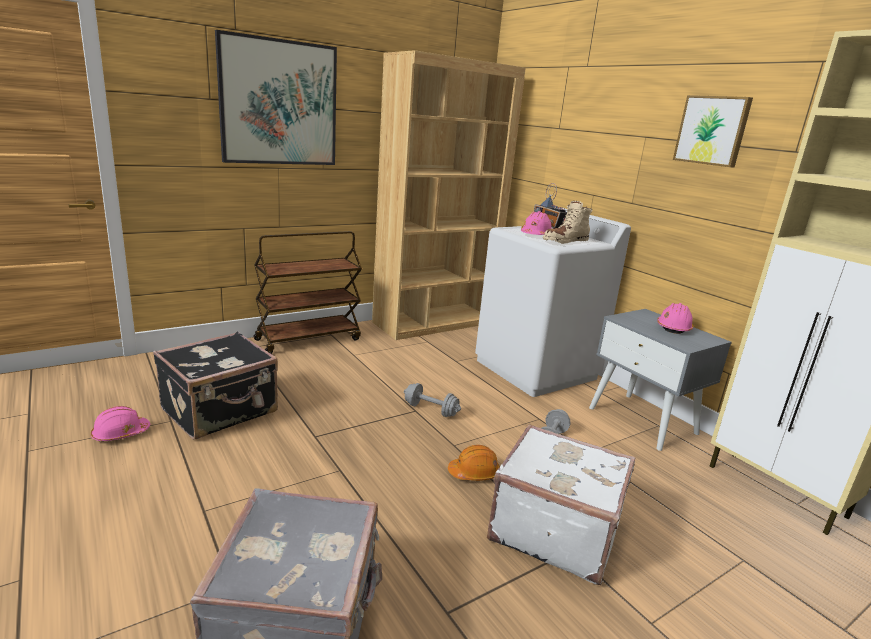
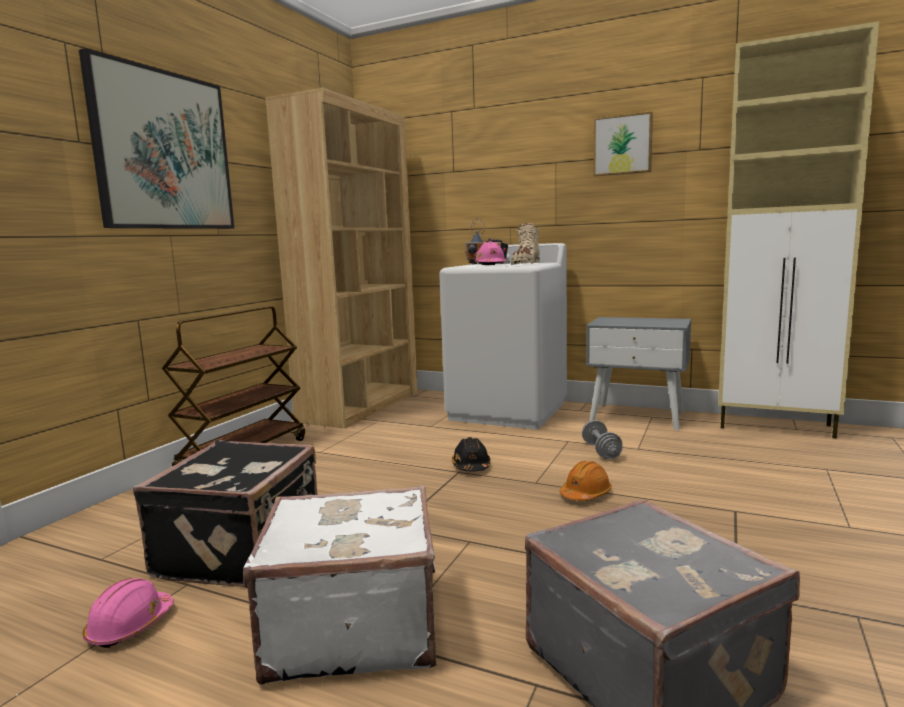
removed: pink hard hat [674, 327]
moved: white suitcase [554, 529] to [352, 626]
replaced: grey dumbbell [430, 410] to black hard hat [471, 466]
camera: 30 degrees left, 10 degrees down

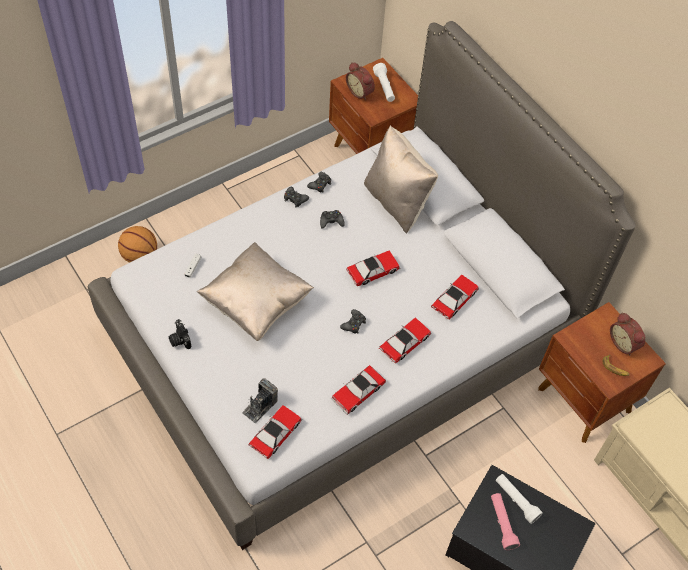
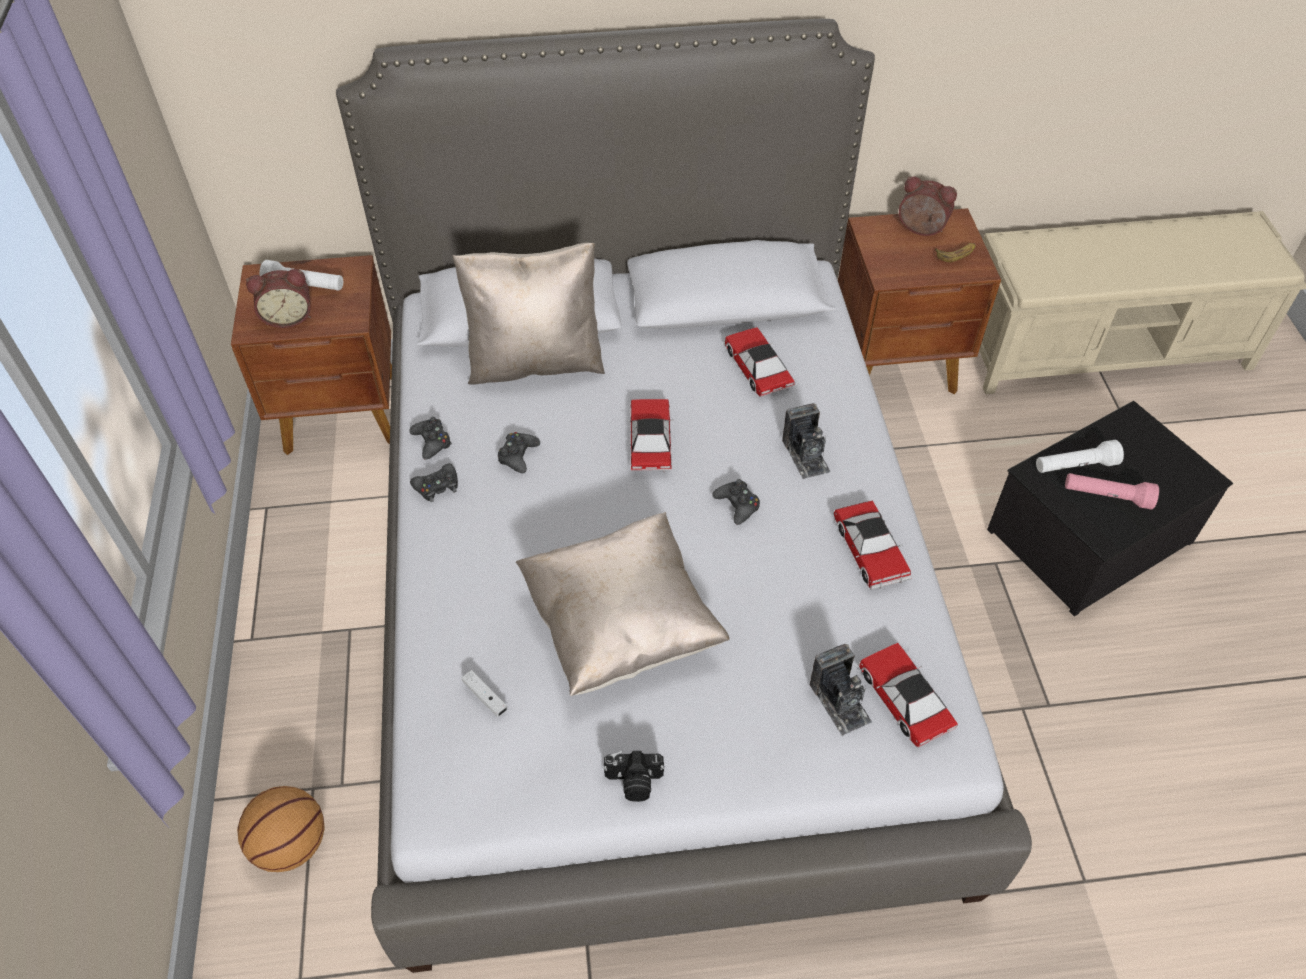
replaced: toy car [405, 343] to photo camera [805, 455]
turned: alarm clock [624, 343] = [920, 230] 150 degrees counterclockwise
camera: 60 degrees left, 5 degrees down

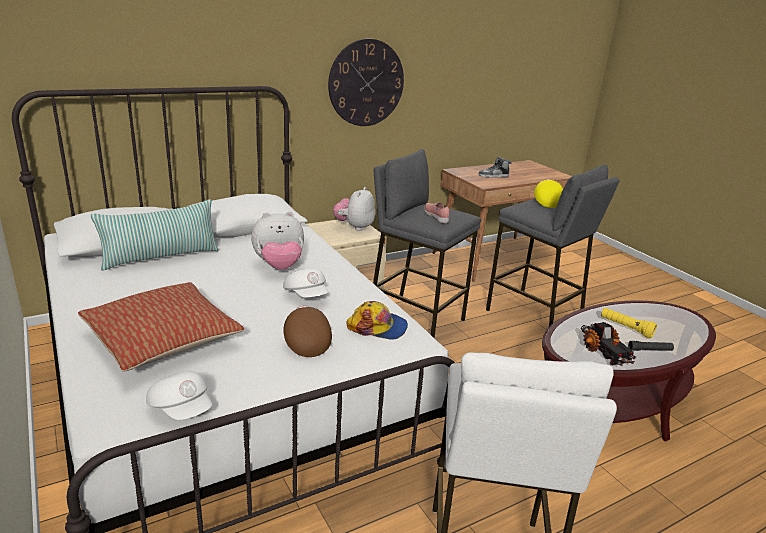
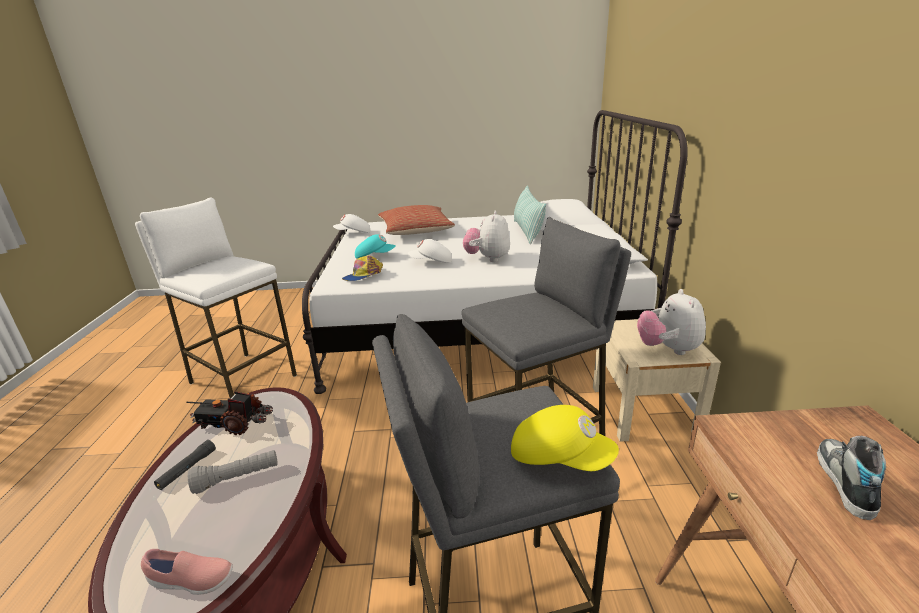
removed: wall clock [366, 83]
moved: pink shoe [436, 217] to [191, 581]
recoloured: brown cap [305, 341] to turquoise cap [375, 256]; yellow flashlight [625, 328] to grey flashlight [237, 478]
turned: plush toy [354, 227] = [668, 349] 135 degrees counterclockwise
camera: 120 degrees right, 0 degrees up

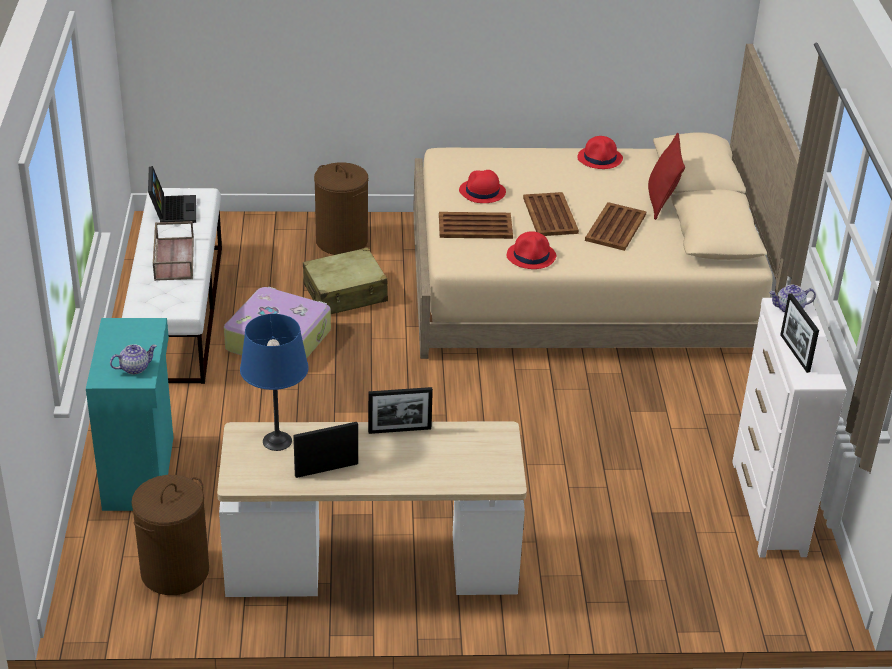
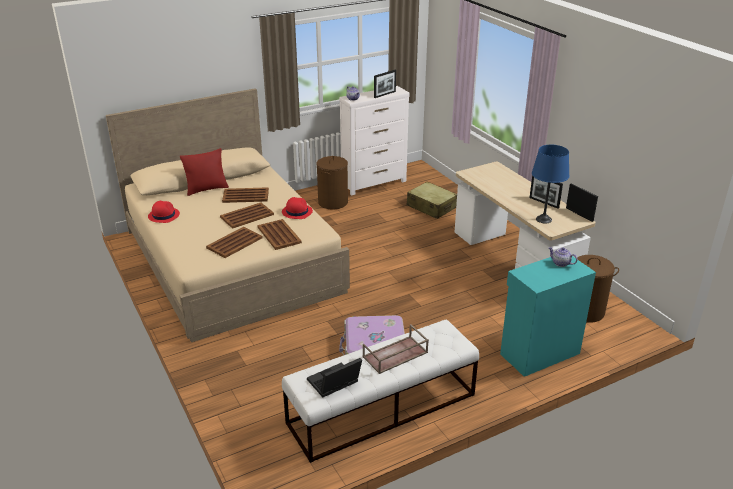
moved: beige suitcase [345, 293] to [431, 207]; brown laundry basket [342, 241] to [333, 202]; picture frame [399, 430] to [579, 214]
replaced: red hat [482, 192] to brown tray [235, 243]
camera: 115 degrees left, 5 degrees down

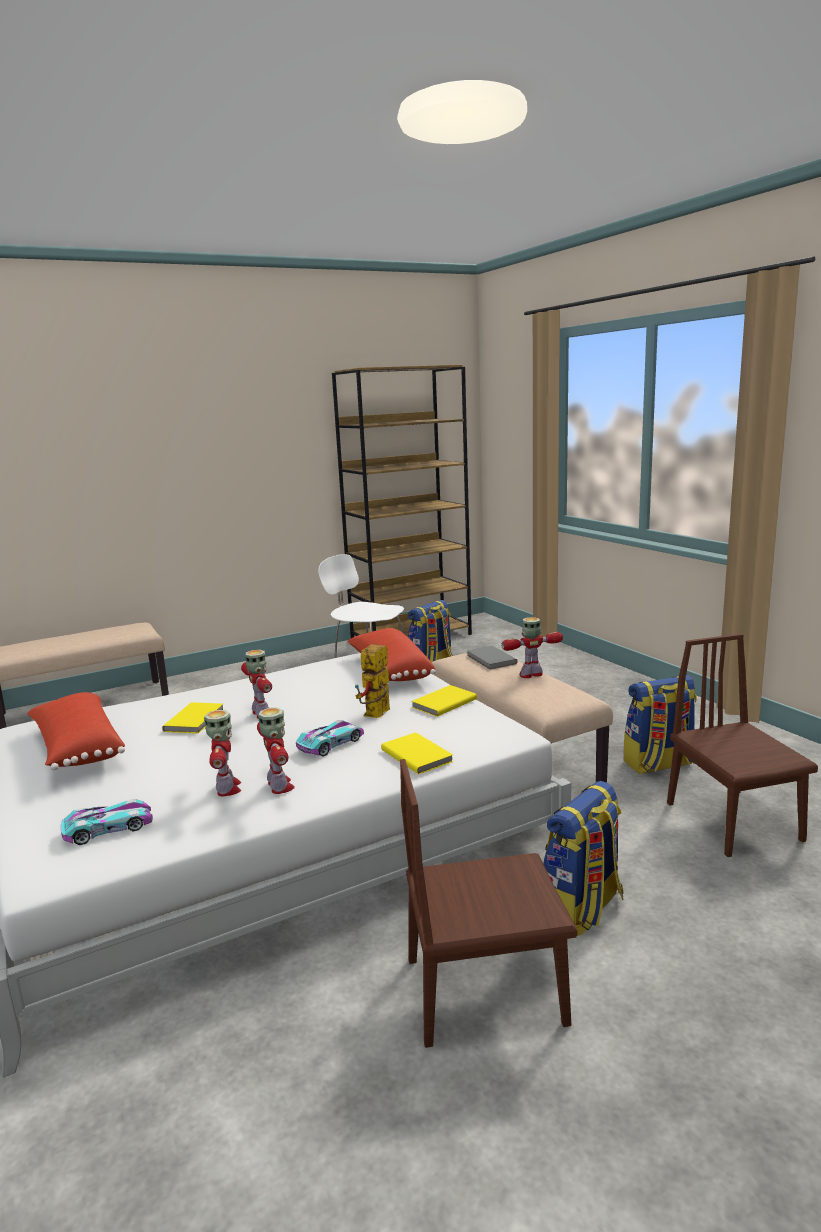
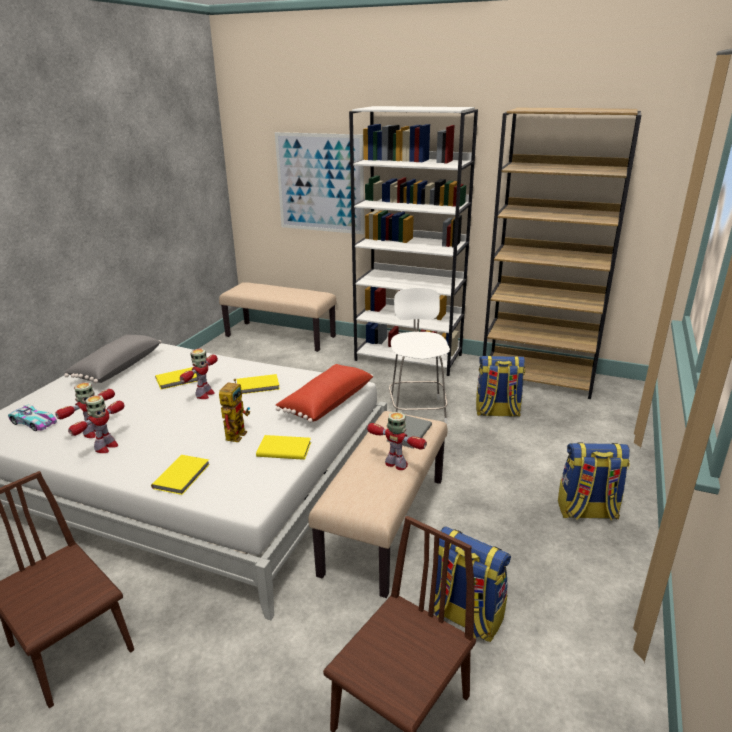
removed: toy car [331, 744]
added: yellow book [258, 386]; picture [320, 183]; white bookcase [409, 357]
moved: backpack [582, 908] to [587, 512]
recoloured: red pillow [77, 748] to grey pillow [116, 368]
turned: toy robot [376, 715] = [236, 433] 120 degrees clockwise
camera: 50 degrees right, 10 degrees up

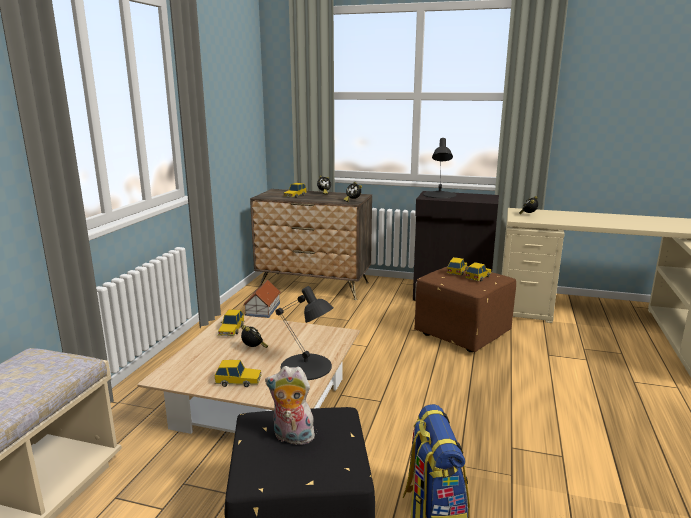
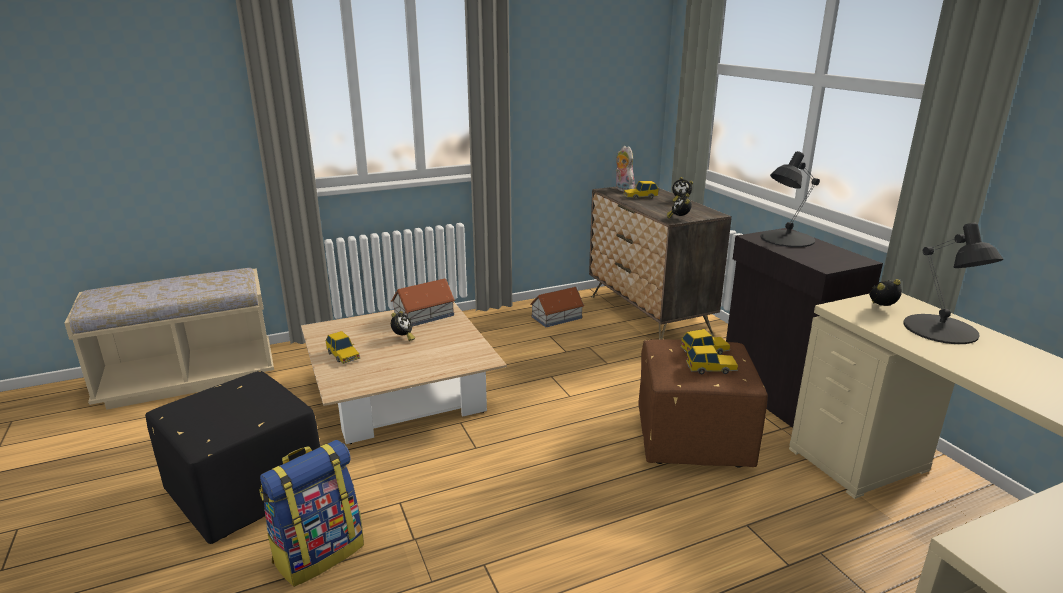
moved: plush toy [291, 438] to [622, 189]; black table lamp [306, 367] to [940, 329]
replaced: toy car [231, 330] to toy house [424, 315]
camera: 50 degrees right, 5 degrees up

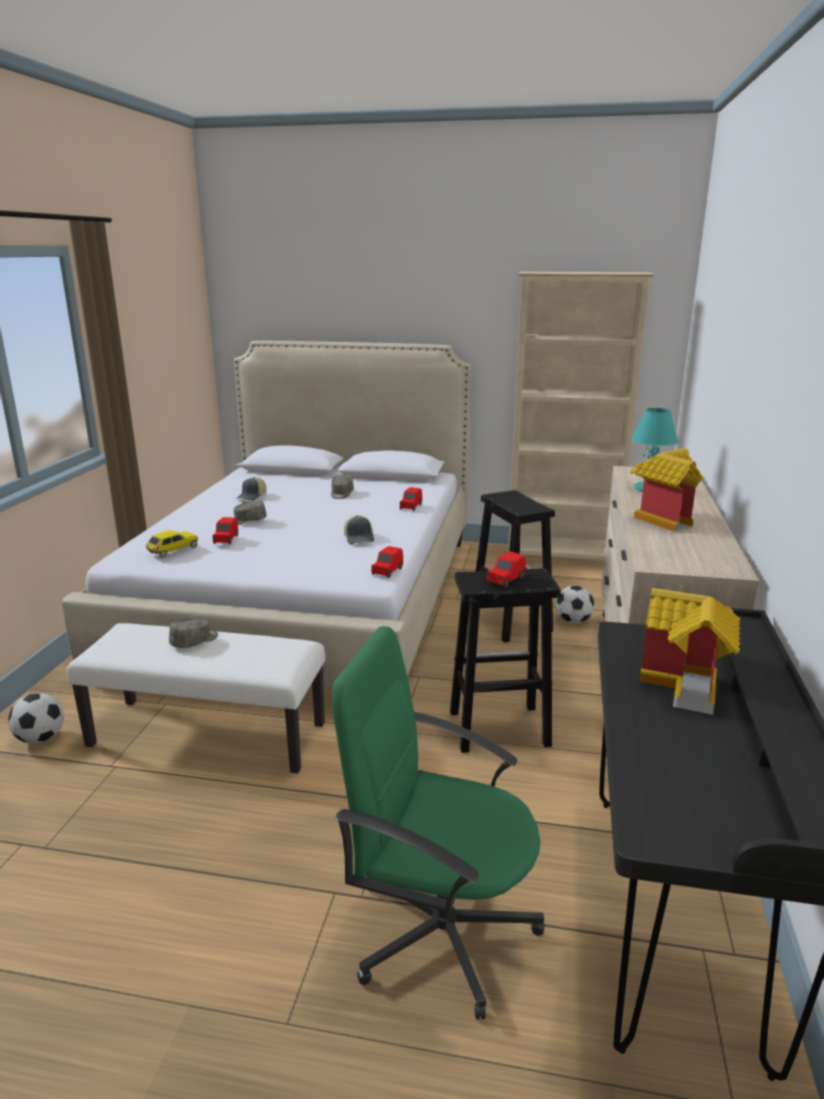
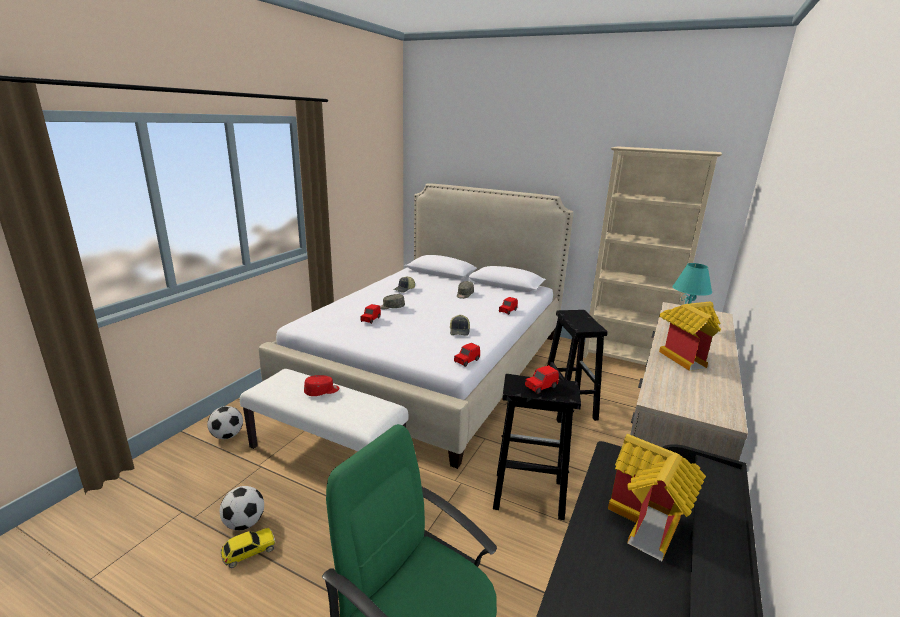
moved: toy car [173, 550] to [249, 552]; football [573, 621] to [244, 523]
recoloured: grey cap [195, 641] to red cap [322, 391]
camera: 15 degrees right, 0 degrees up

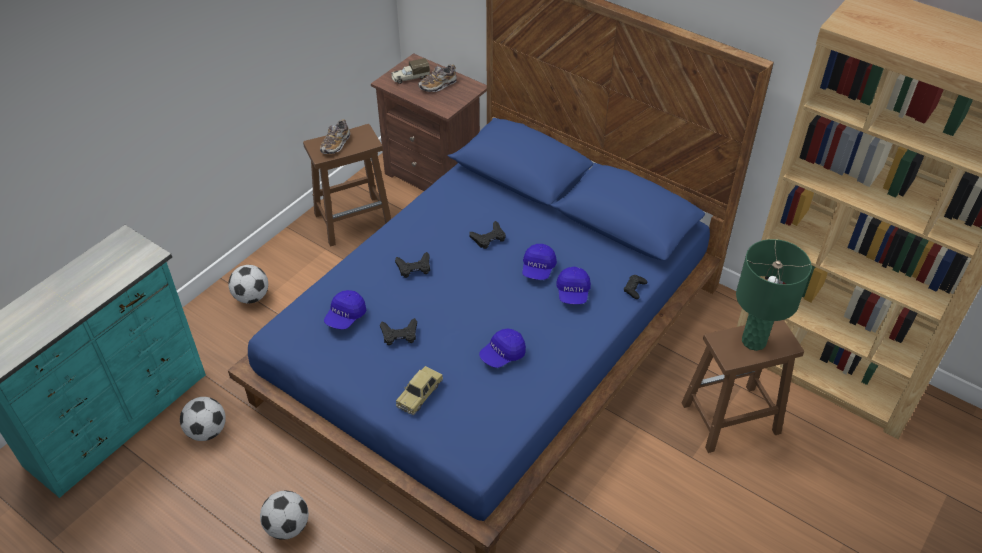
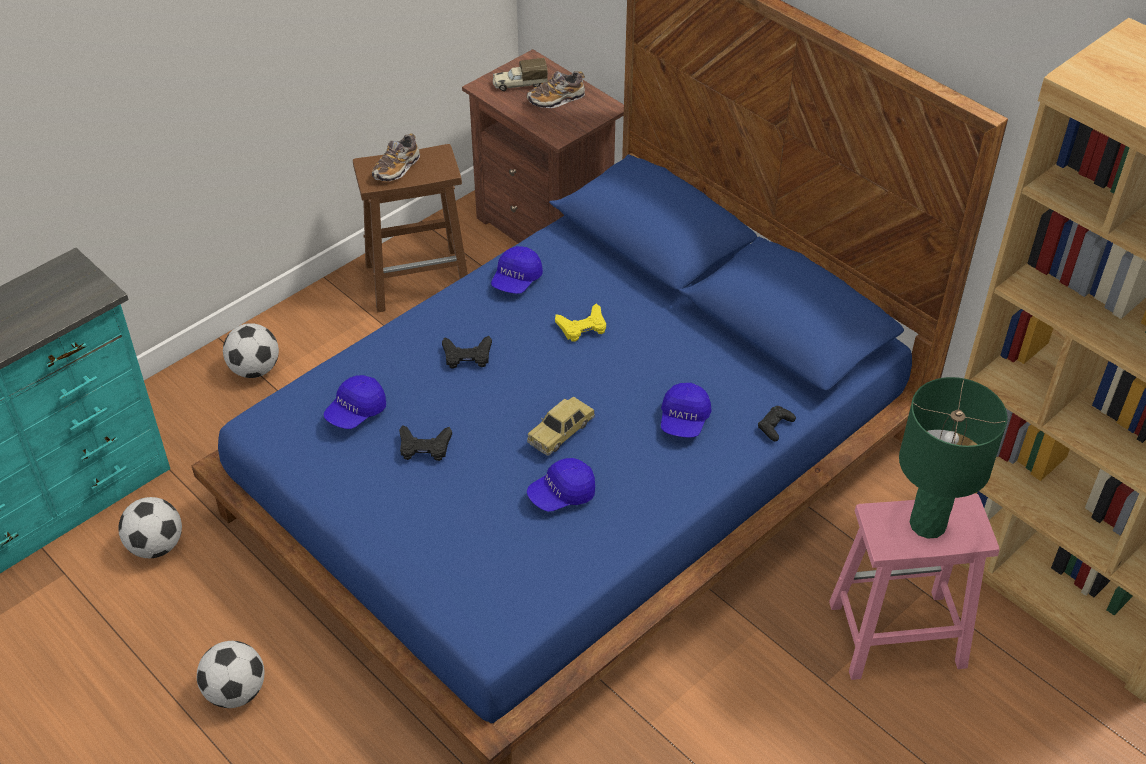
moved: toy car [420, 394] to [561, 431]; blue cap [538, 269] to [516, 280]
recoloured: black game controller [488, 238] to yellow game controller [582, 327]; brown stool [729, 419] to pink stool [894, 635]
camera: 10 degrees right, 0 degrees up

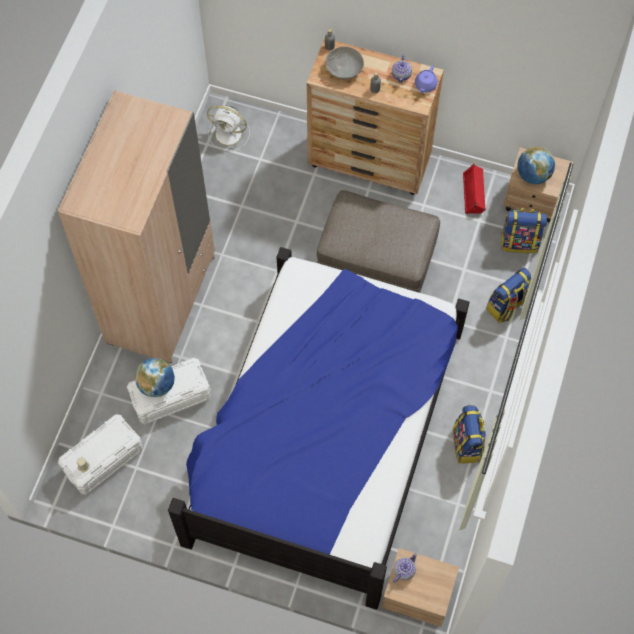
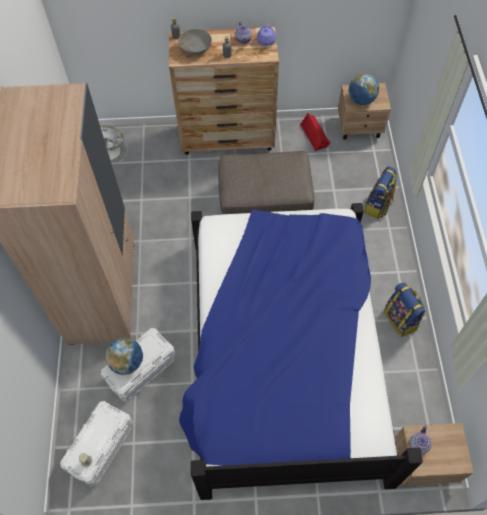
removed: backpack [520, 242]
camera: 20 degrees left, 5 degrees down

